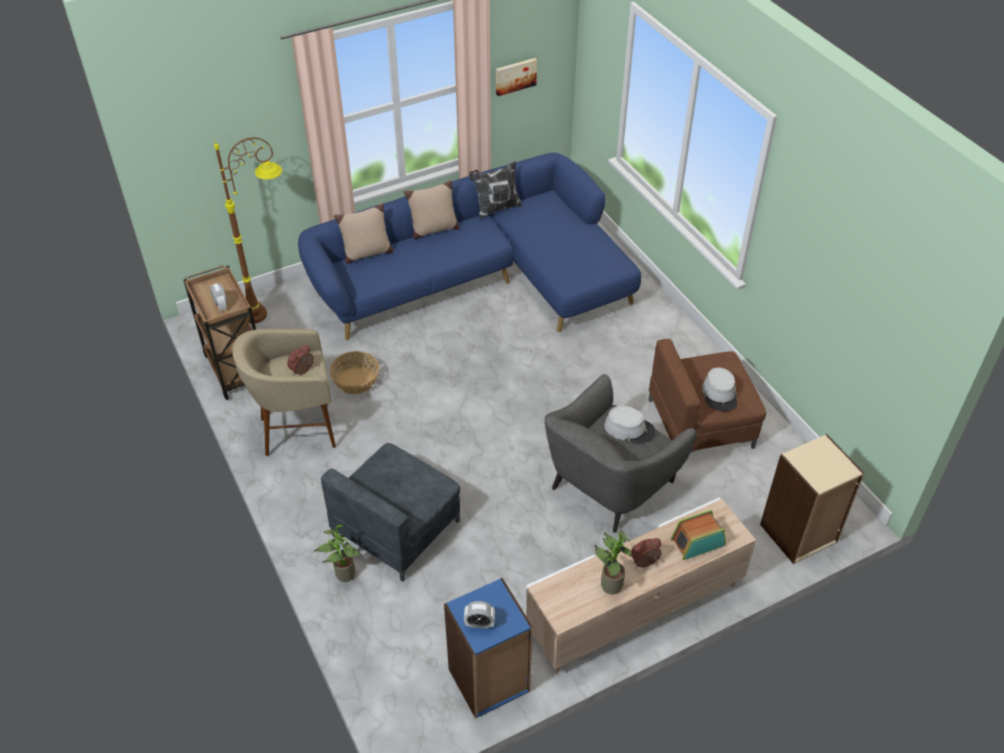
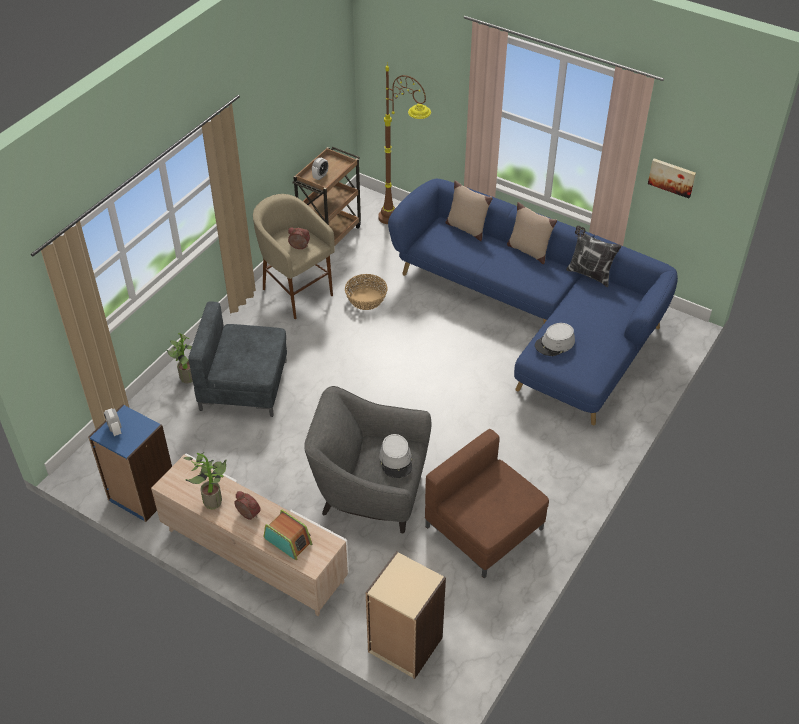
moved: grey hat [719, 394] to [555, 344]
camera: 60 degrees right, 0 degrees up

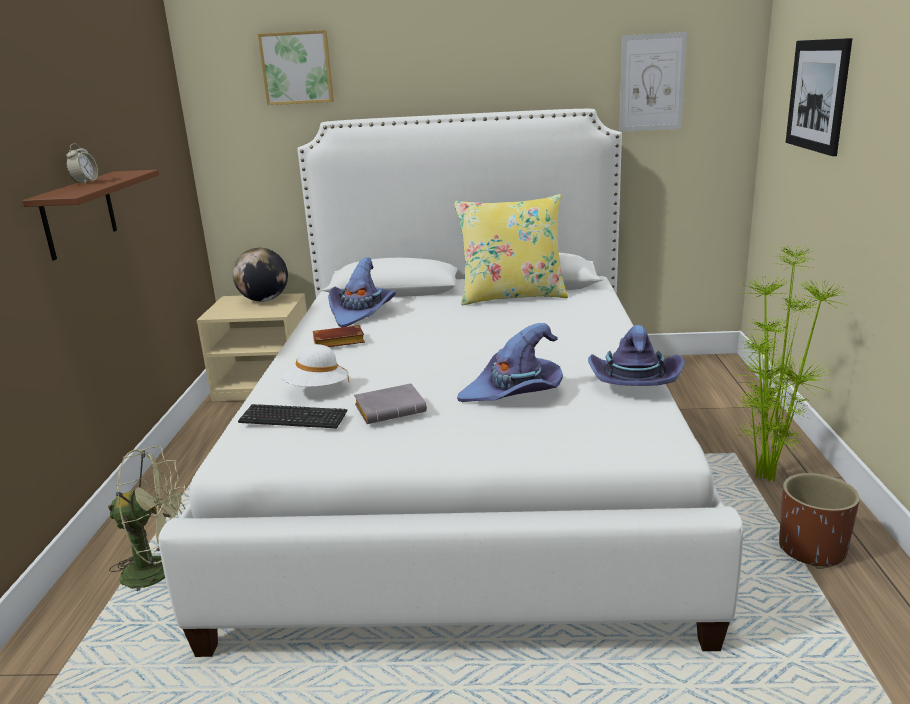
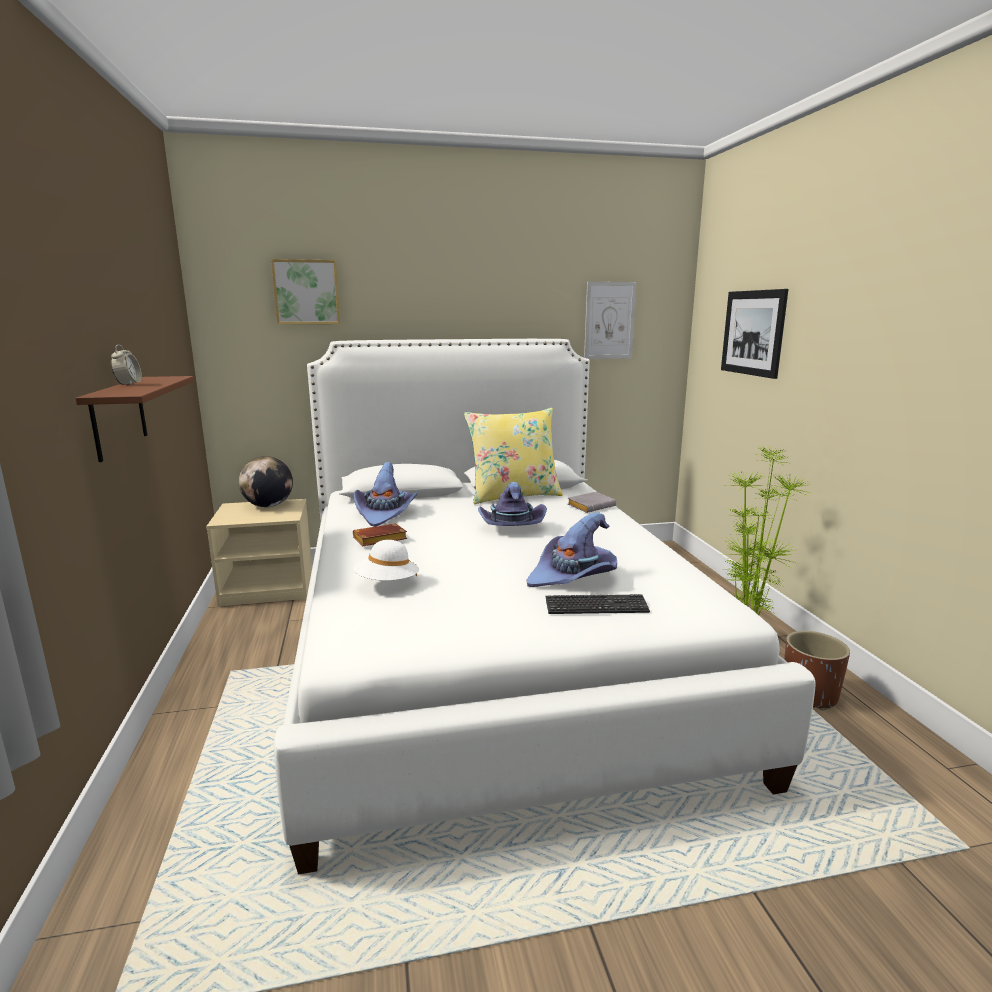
removed: green fan [160, 571]
moved: keyboard [293, 418] to [596, 606]; grey book [391, 409] to [591, 506]; purple hat [633, 383] to [510, 526]
camera: 15 degrees left, 5 degrees down

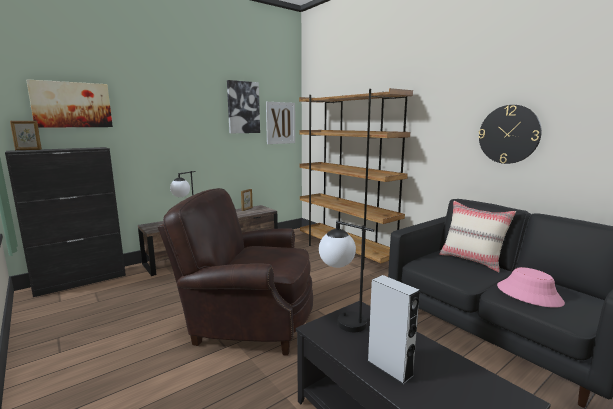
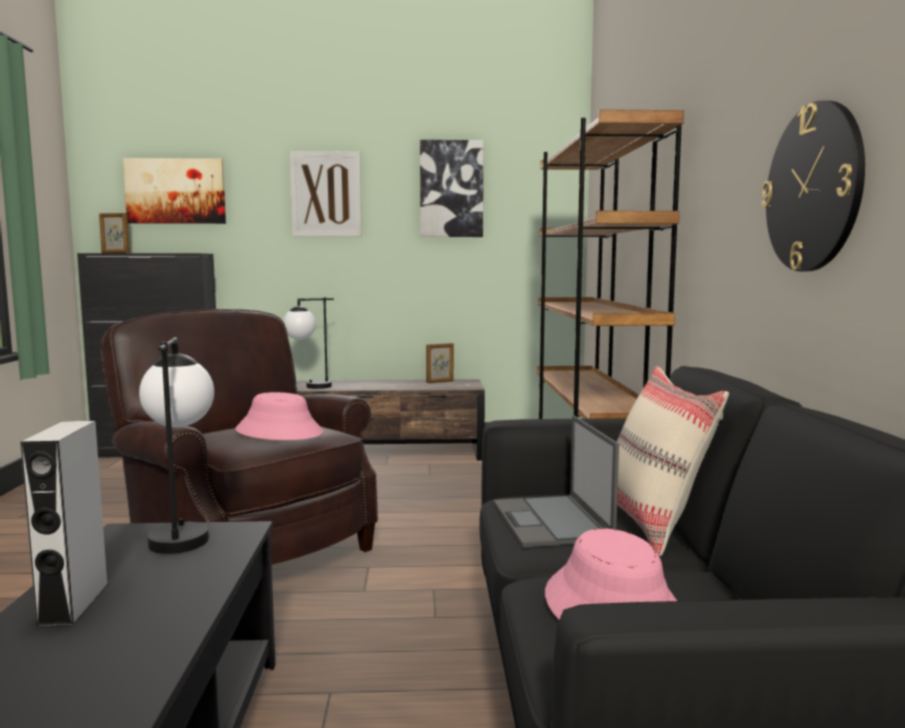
added: pink hat [279, 432]; laptop [551, 521]
moved: picture [280, 123] to [326, 194]
camera: 35 degrees right, 5 degrees down

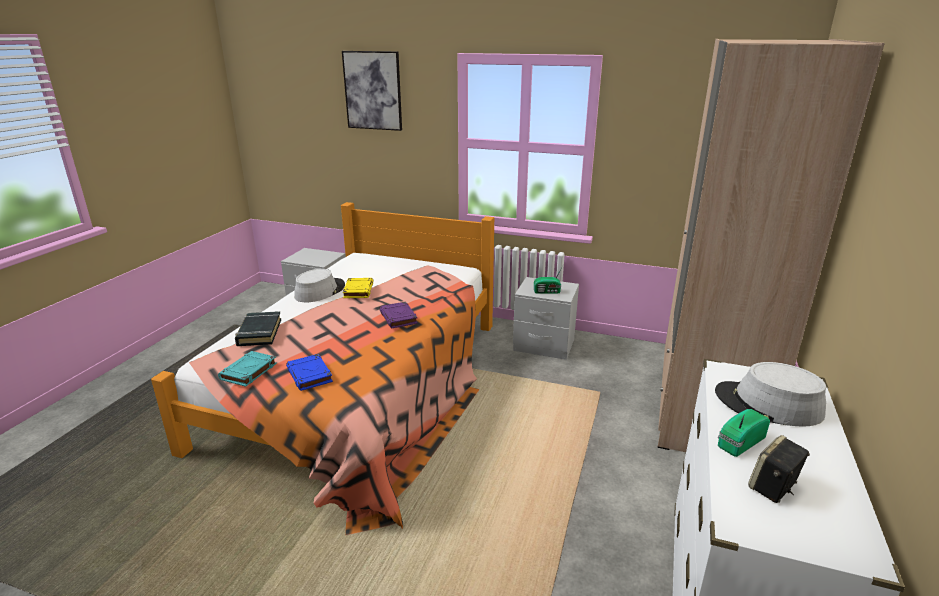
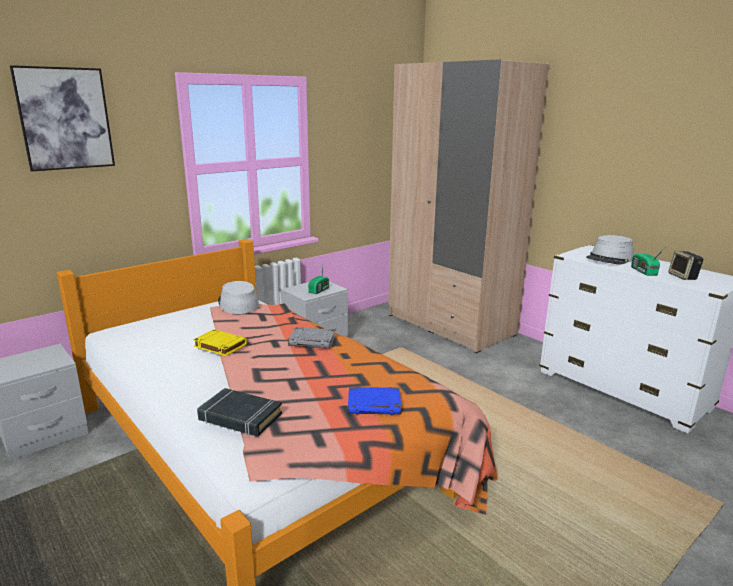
removed: turquoise book [248, 372]
moved: grey hat [319, 291] to [237, 303]
recoloured: purple book [398, 318] to grey book [313, 341]
camera: 60 degrees left, 5 degrees down

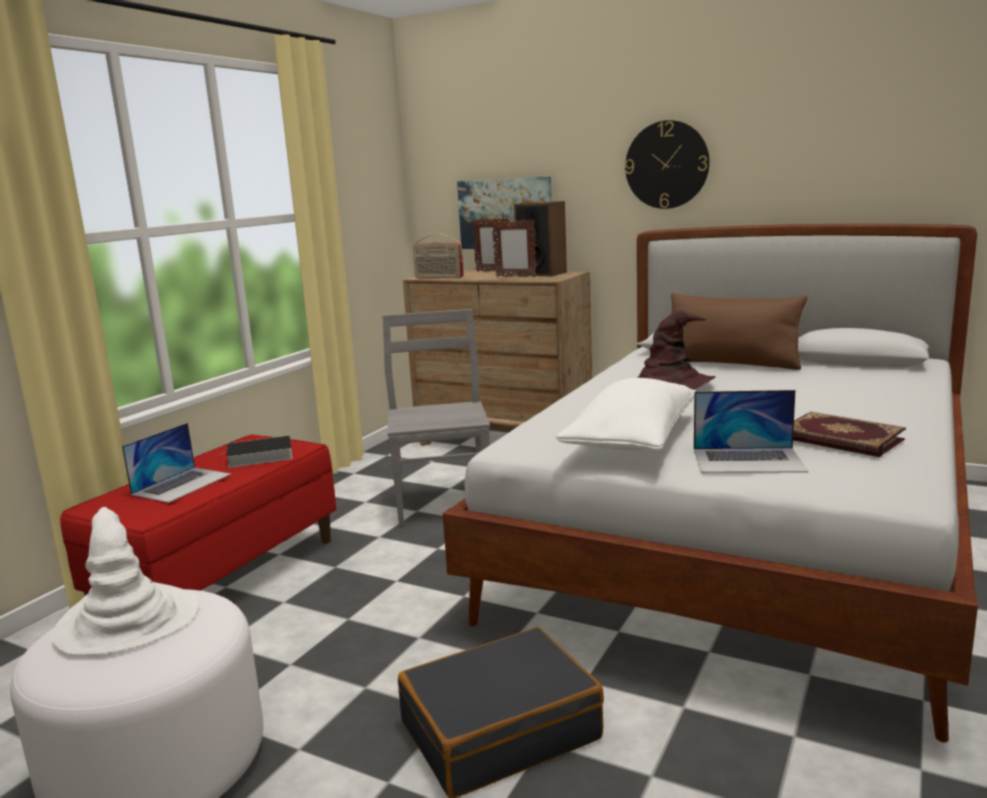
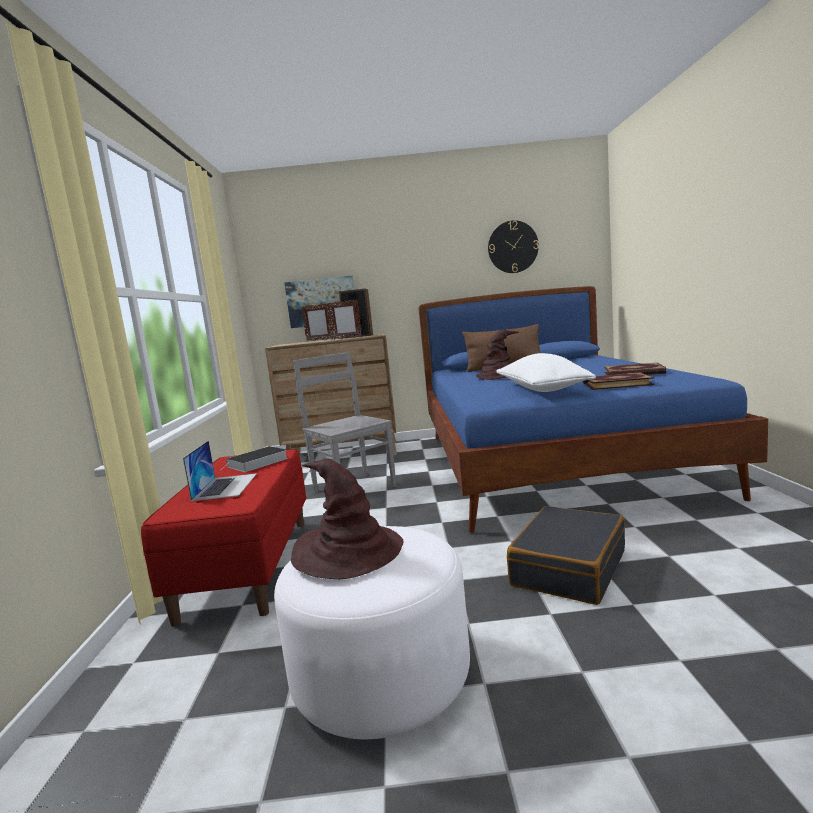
removed: radio [438, 278]
moved: wall clock [667, 165] to [513, 247]
replaced: laptop [748, 460] to book [617, 384]
recoloured: white hat [127, 621] to brown hat [349, 553]; white bed [743, 546] to blue bed [551, 462]
camera: 30 degrees left, 5 degrees down

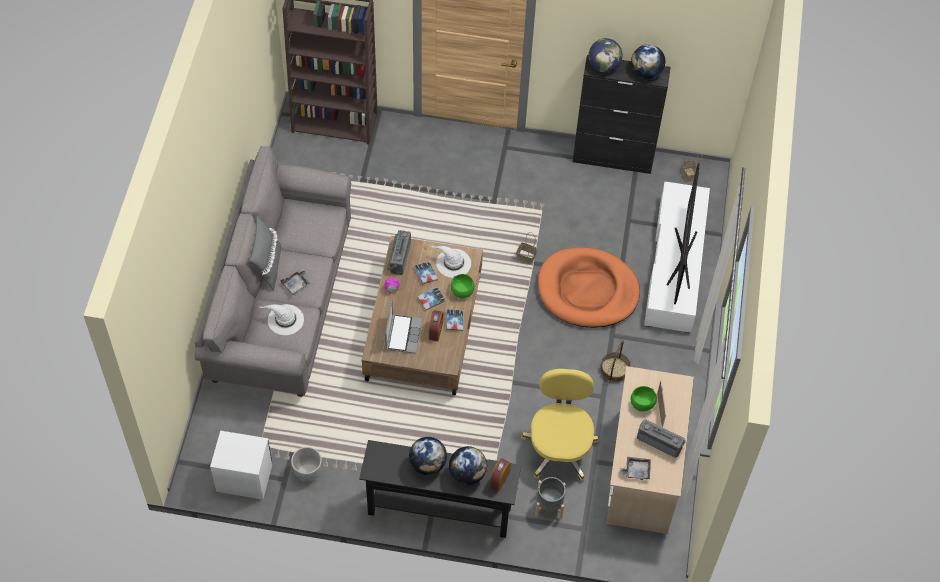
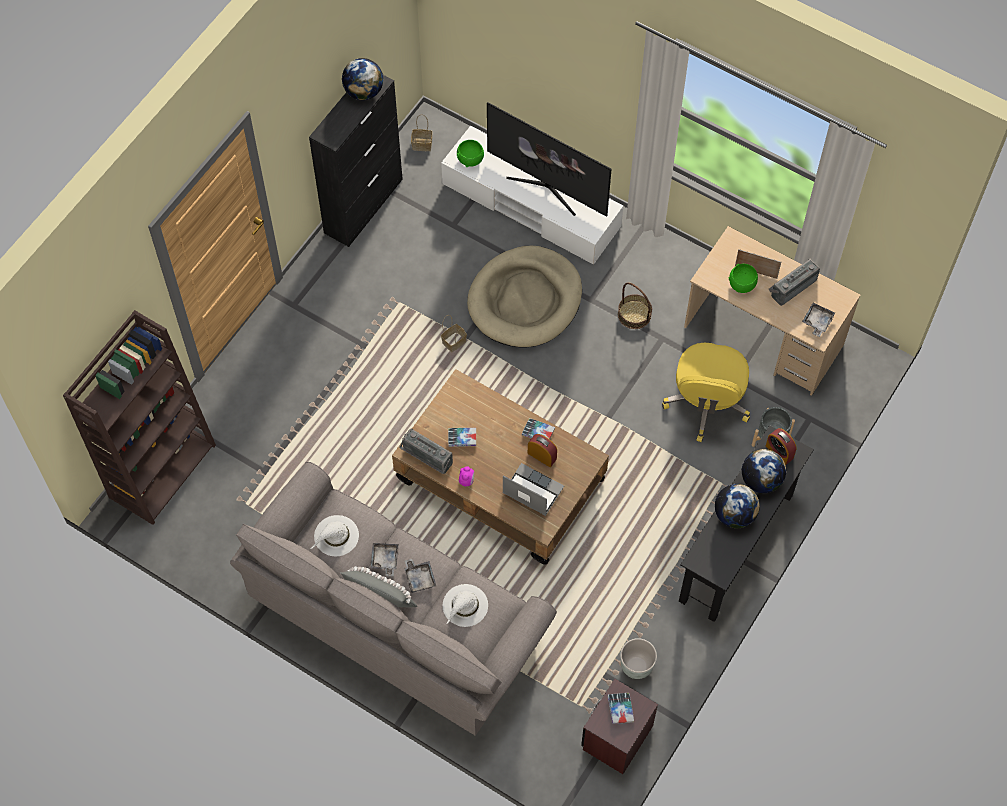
removed: globe [603, 66]
added: grey tray [385, 560]
moved: book [431, 300] to [620, 709]; white hat [453, 263] to [336, 536]; green bowl [462, 292] to [471, 159]
recoloured: white nightstand [244, 478] to brown nightstand [617, 737]; orange dog bed [587, 290] to beige dog bed [525, 300]
turned: yellow office chair [559, 447] = [706, 403] 105 degrees counterclockwise
camera: 65 degrees left, 5 degrees up

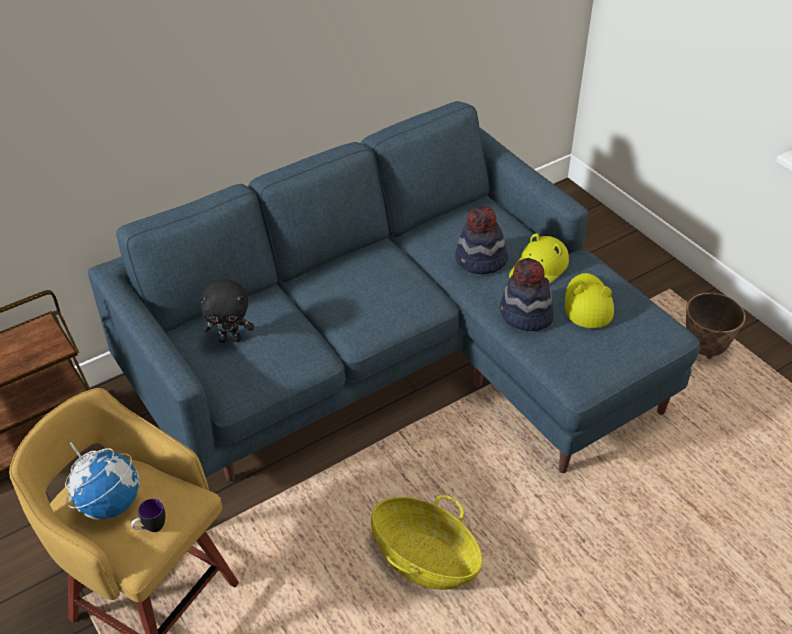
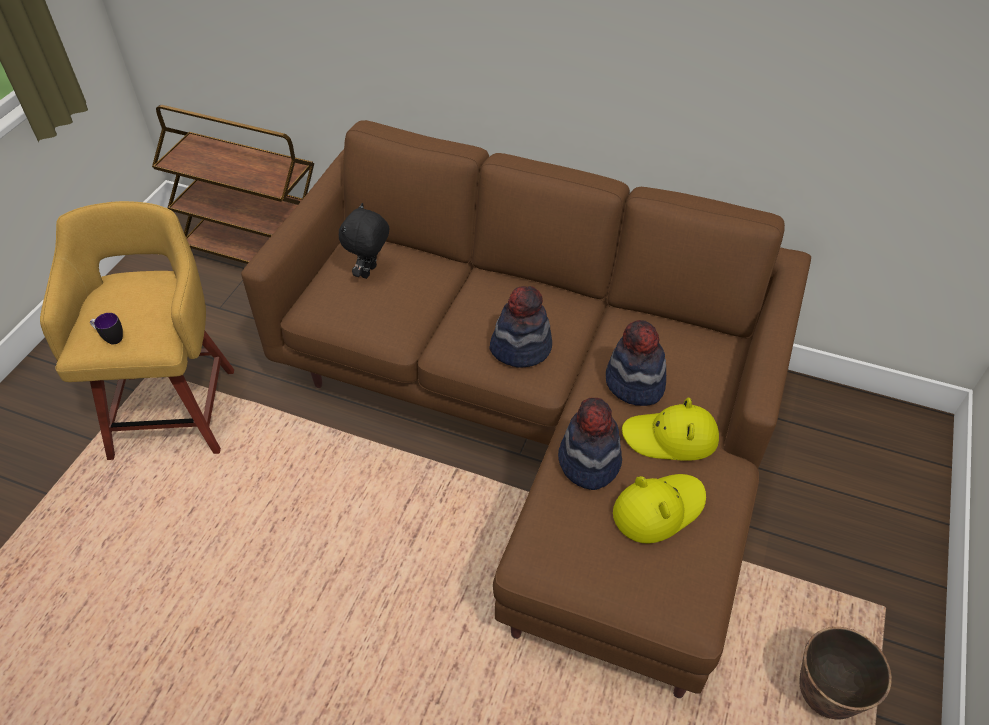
removed: globe [109, 503]; basket [424, 559]
added: hat [521, 347]
recoloured: blue sofa [398, 362] to brown sofa [541, 421]
turned: black plush toy [230, 339] = [370, 272] 60 degrees clockwise
camera: 55 degrees right, 5 degrees up

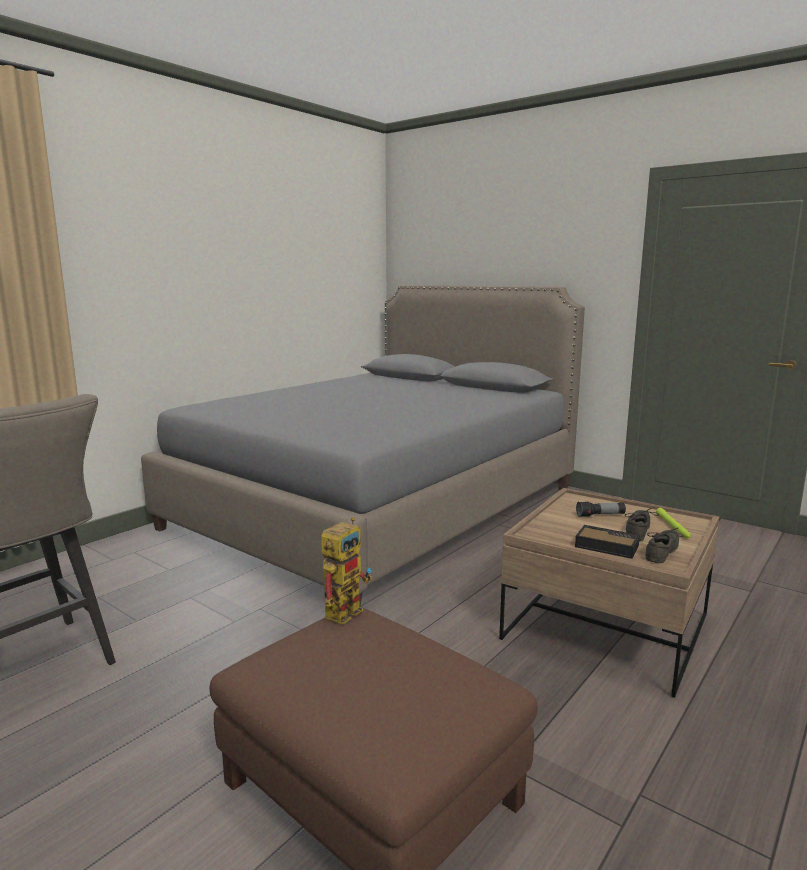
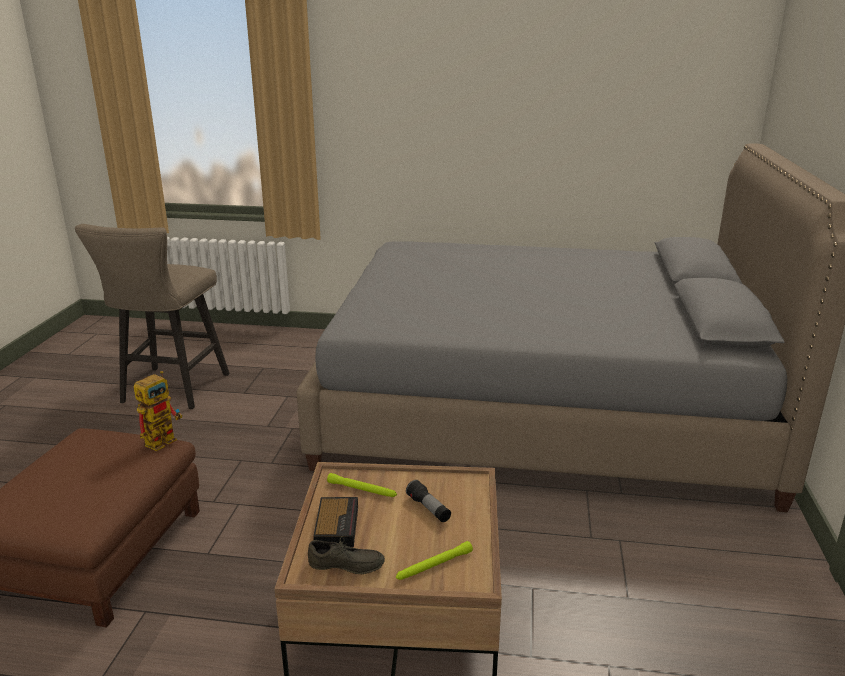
removed: grey shoe [640, 531]
added: green flashlight [362, 490]
turned: toy robot [346, 609] = [164, 439] 60 degrees counterclockwise
camera: 60 degrees right, 10 degrees up

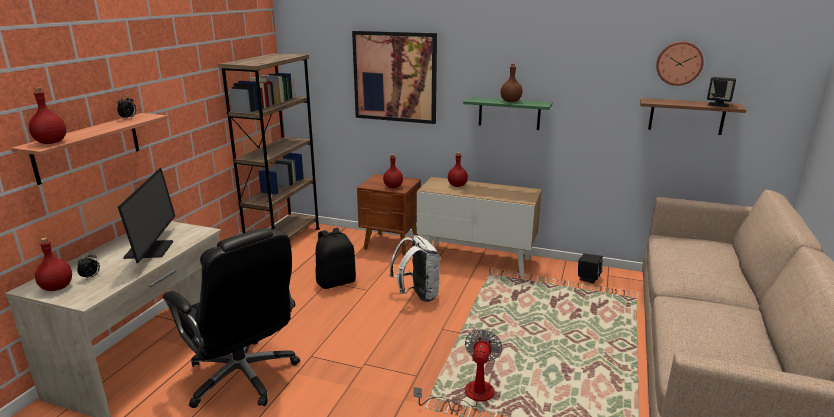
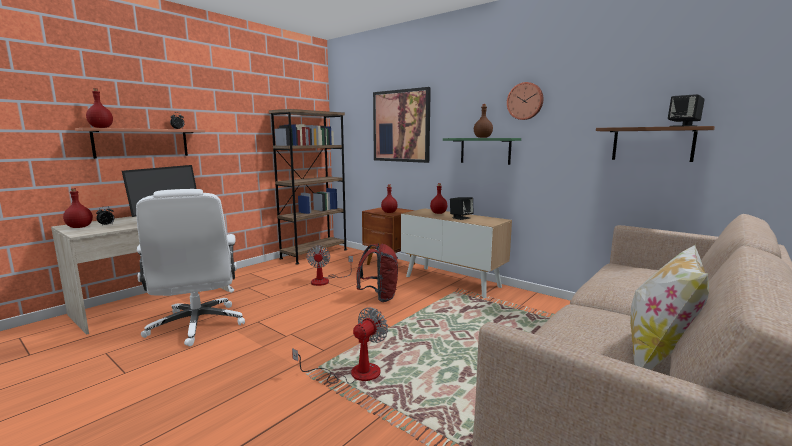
added: pillow [659, 356]
moved: black speaker [588, 278] to [461, 218]; wall clock [679, 63] to [525, 101]
replaced: black backpack [336, 282] to fan [325, 280]
recoloured: black office chair [243, 377] to white office chair [197, 325]; white backpack [417, 295] to red backpack [379, 297]
camera: 20 degrees right, 10 degrees down

